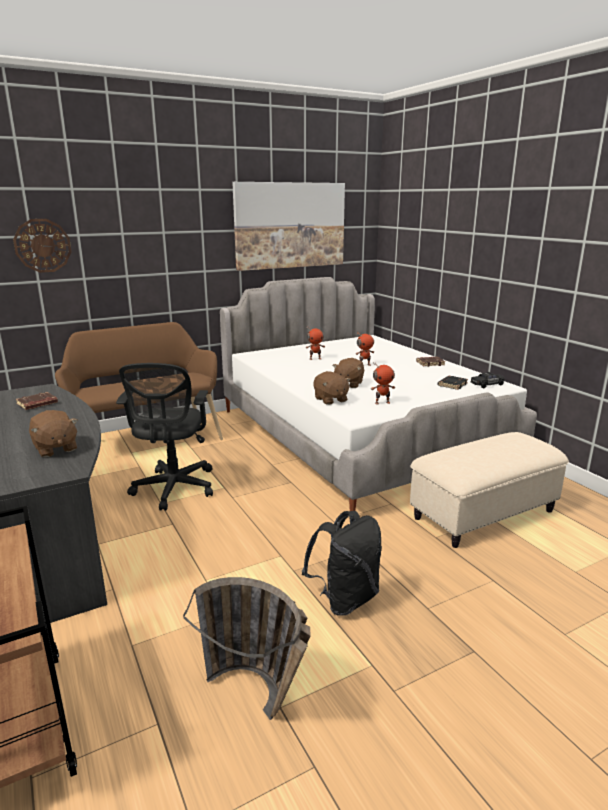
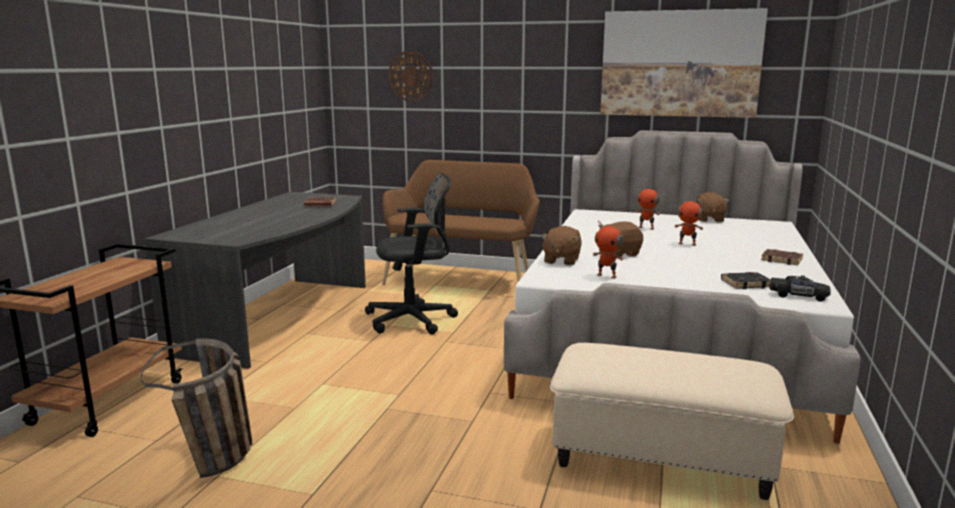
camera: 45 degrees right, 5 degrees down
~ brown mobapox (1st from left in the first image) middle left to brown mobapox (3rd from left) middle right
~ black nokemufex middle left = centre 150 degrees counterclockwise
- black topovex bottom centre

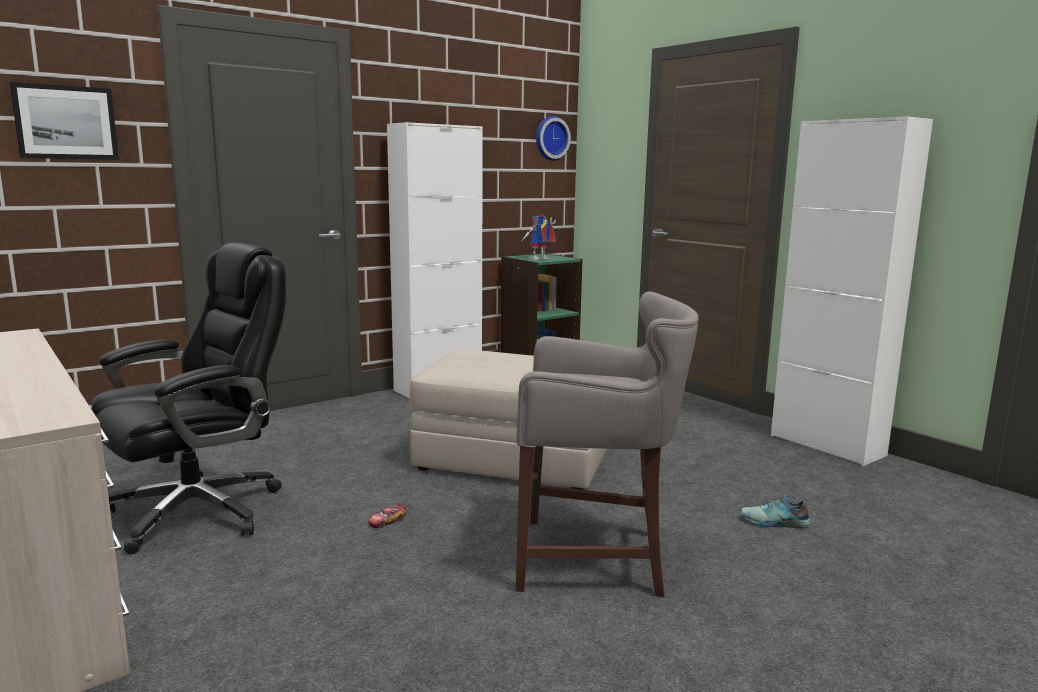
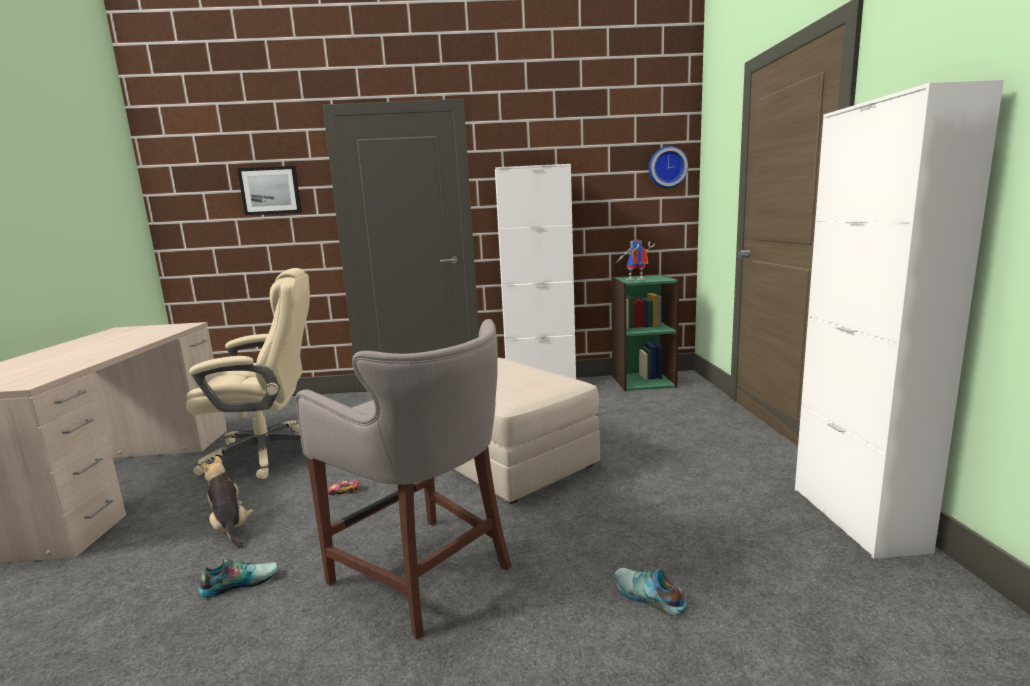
camera: 35 degrees right, 0 degrees up
~ black nokemufex middle left to beige nokemufex middle left
+ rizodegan (1st from left) bottom left
+ mobapox bottom left

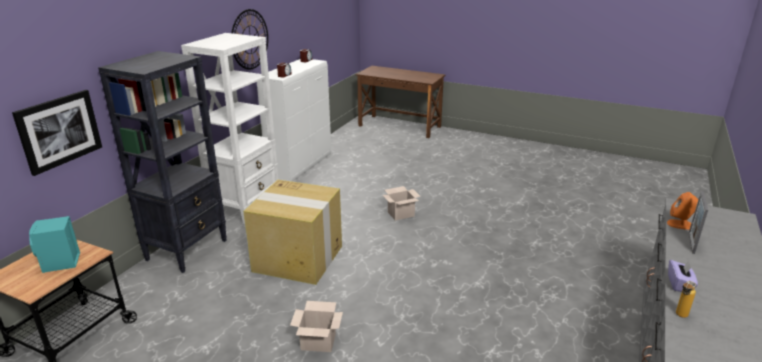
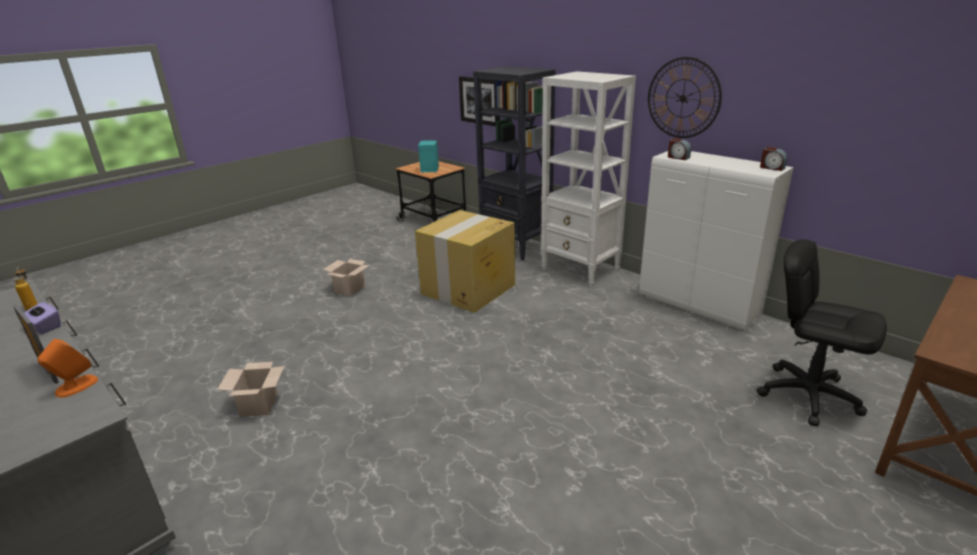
camera: 110 degrees right, 0 degrees up
~ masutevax (3rd from left in the first image) centre to masutevax (1st from left) bottom left
+ black nokemufex middle right

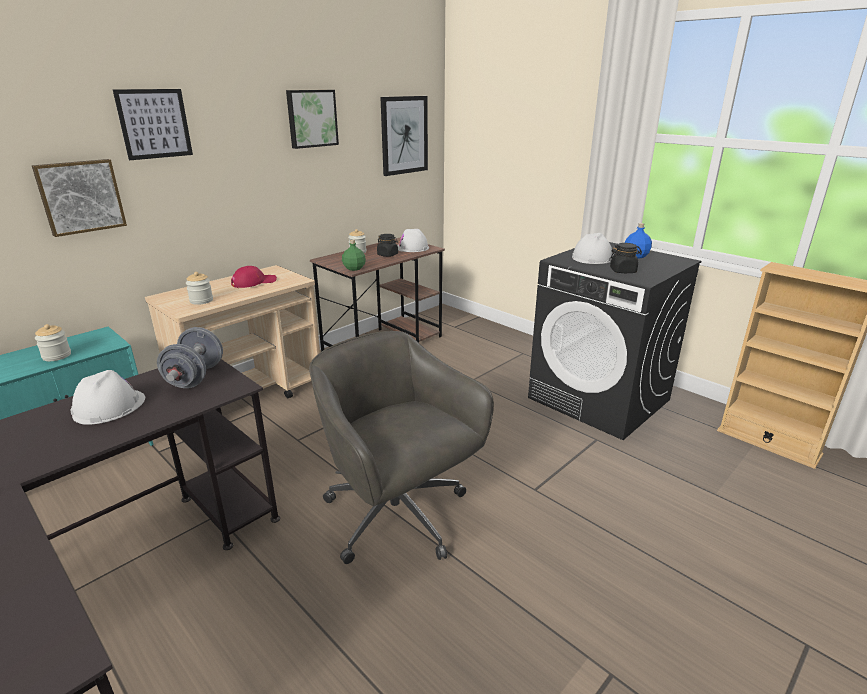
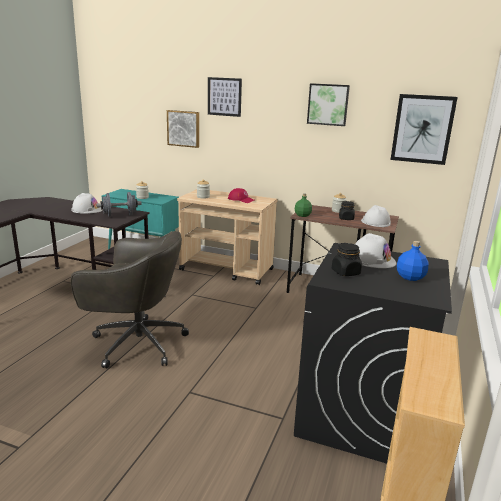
camera: 65 degrees right, 5 degrees down
~ grey nokemufex centre = middle left 75 degrees clockwise

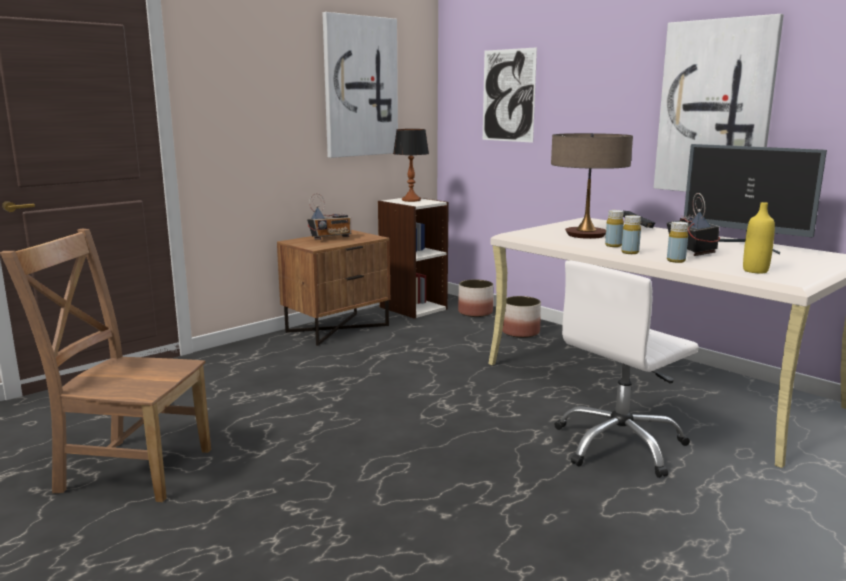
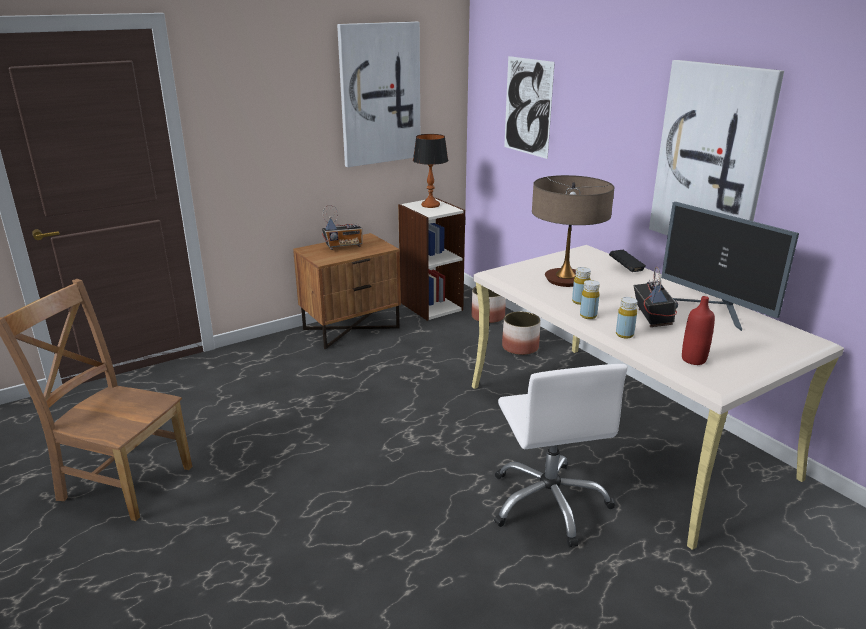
camera: 10 degrees right, 10 degrees up
~ white nokemufex middle right = bottom centre 75 degrees counterclockwise
~ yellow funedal (4th from left) middle right to red funedal middle right

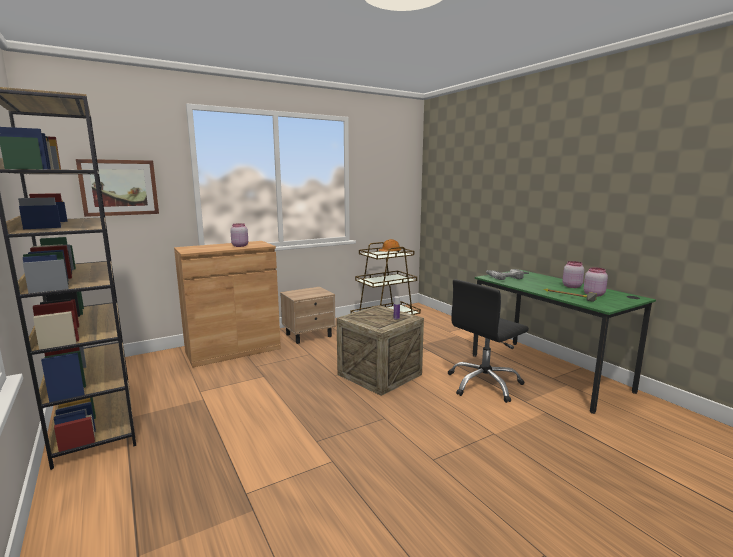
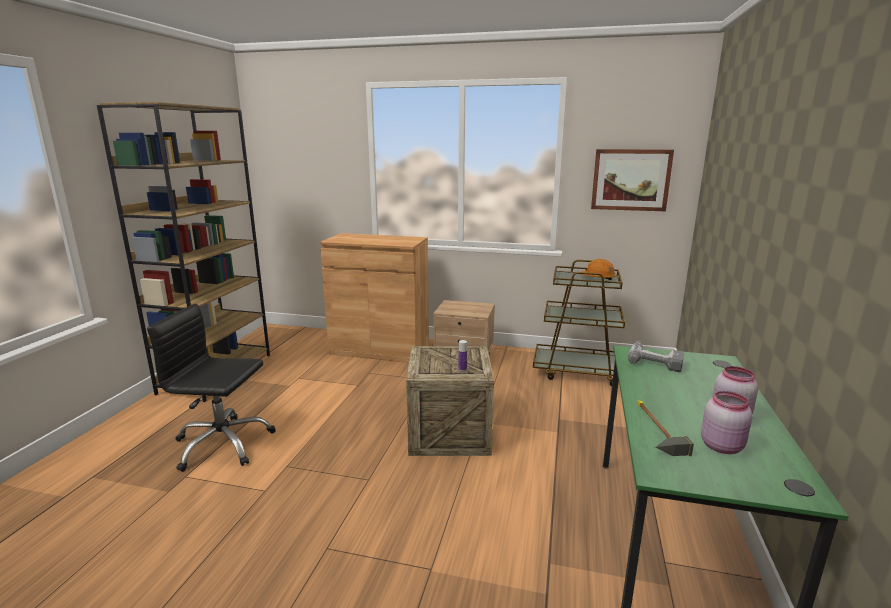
camera: 45 degrees right, 5 degrees up
~ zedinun middle left to top right
- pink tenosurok (1st from left) middle left
~ black nokemufex centre to middle left

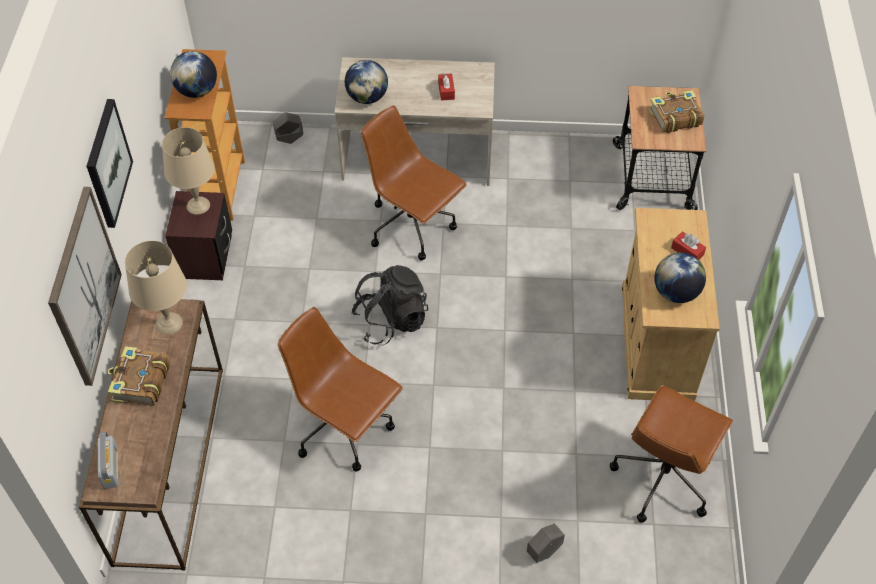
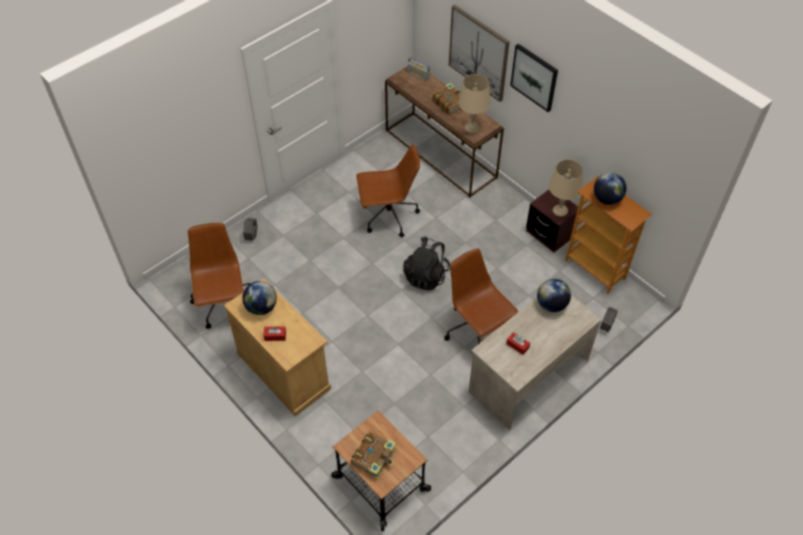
camera: 135 degrees right, 0 degrees up
~ brown nokemufex (2nd from left in the first image) top centre = centre 120 degrees counterclockwise

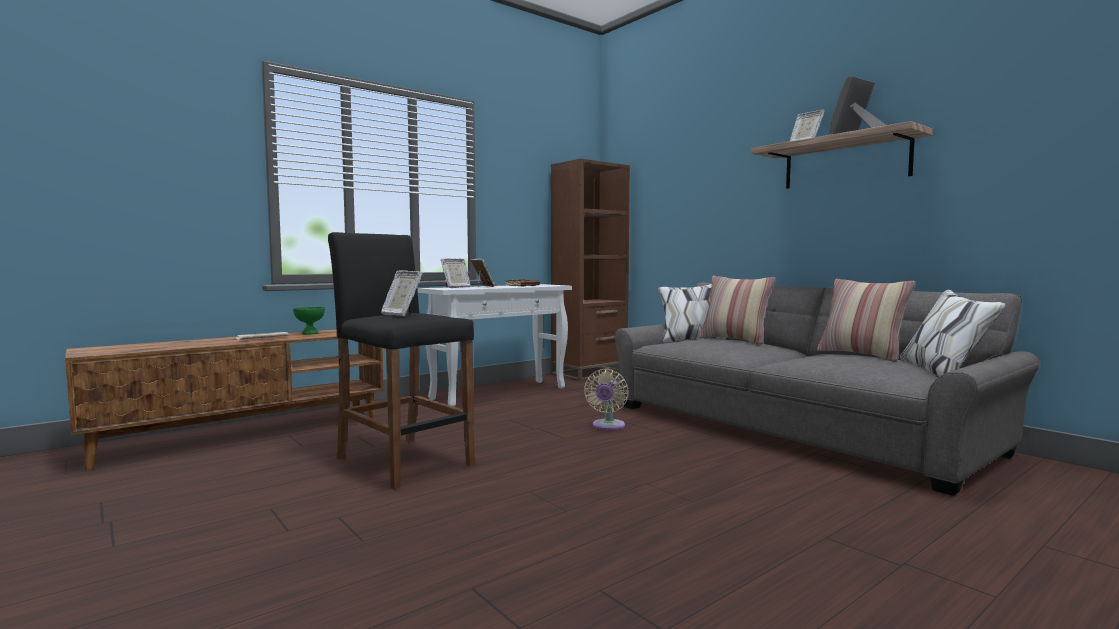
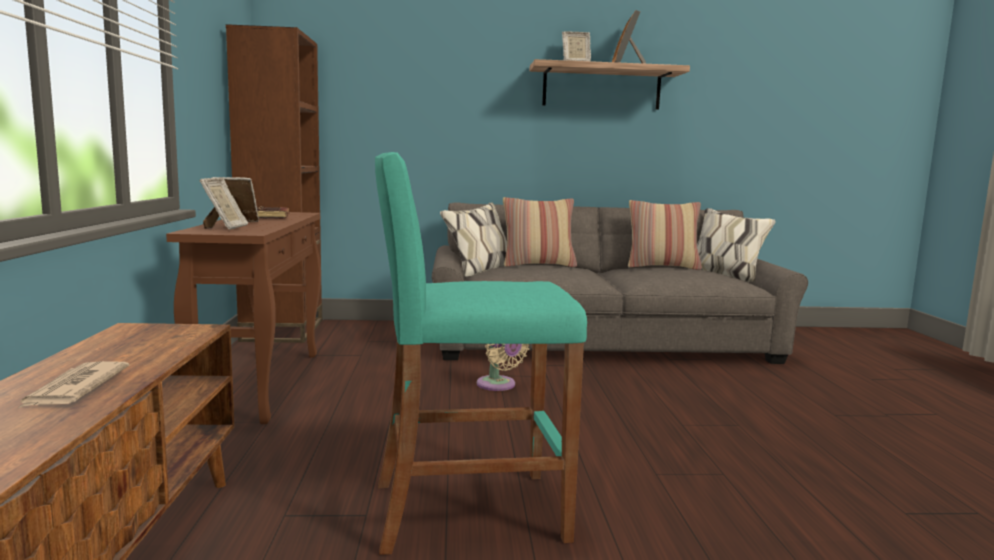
camera: 55 degrees left, 5 degrees up
- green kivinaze middle left
~ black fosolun centre to turquoise fosolun centre
- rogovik (1st from left) centre
~ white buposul centre to brown buposul middle left

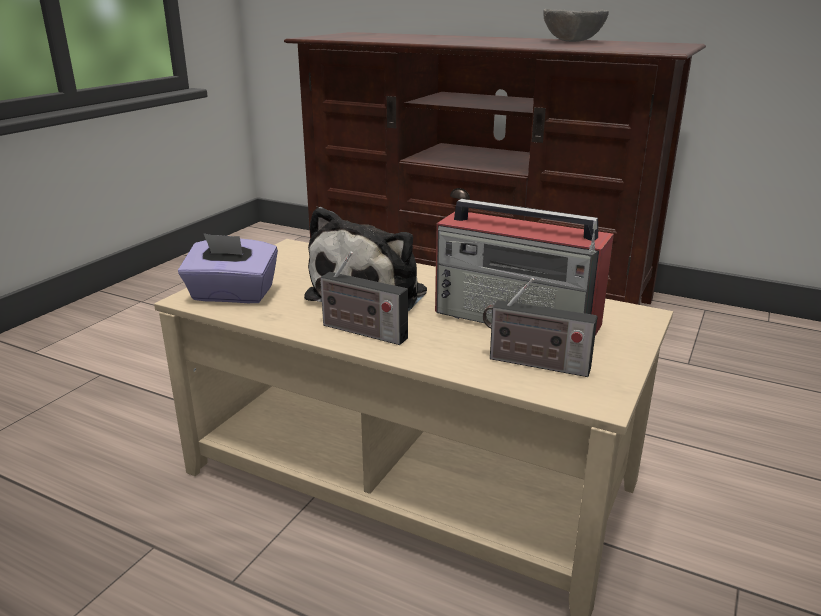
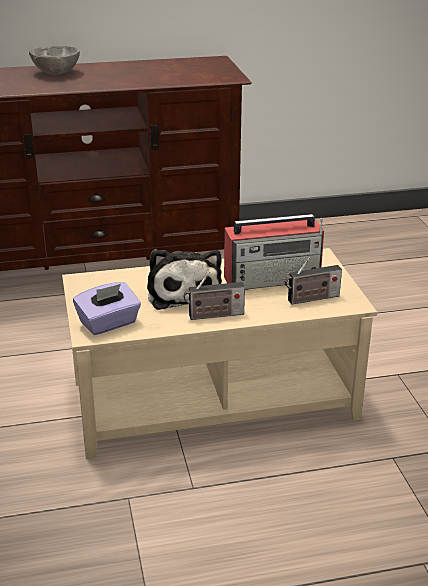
camera: 40 degrees left, 5 degrees up
~ grey kivinaze top right to top left

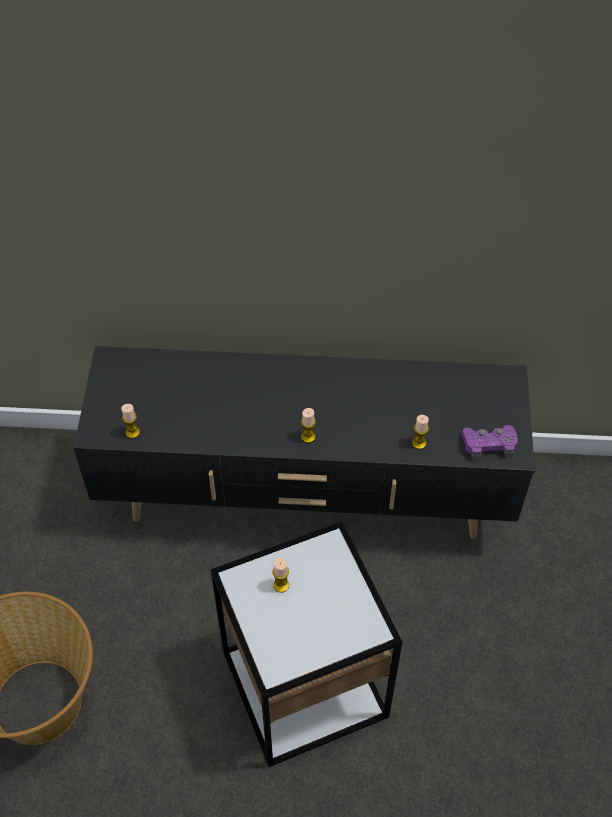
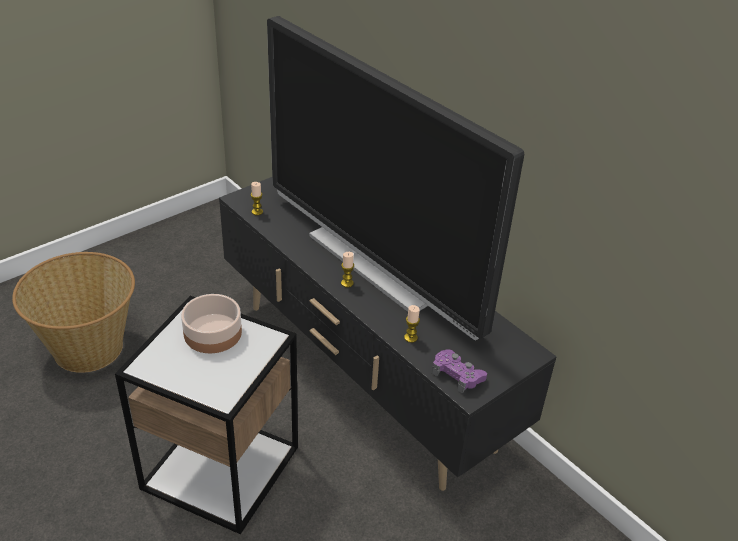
camera: 45 degrees right, 15 degrees down
~ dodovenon (2nd from left) bottom centre to kivinaze middle left
+ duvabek top centre

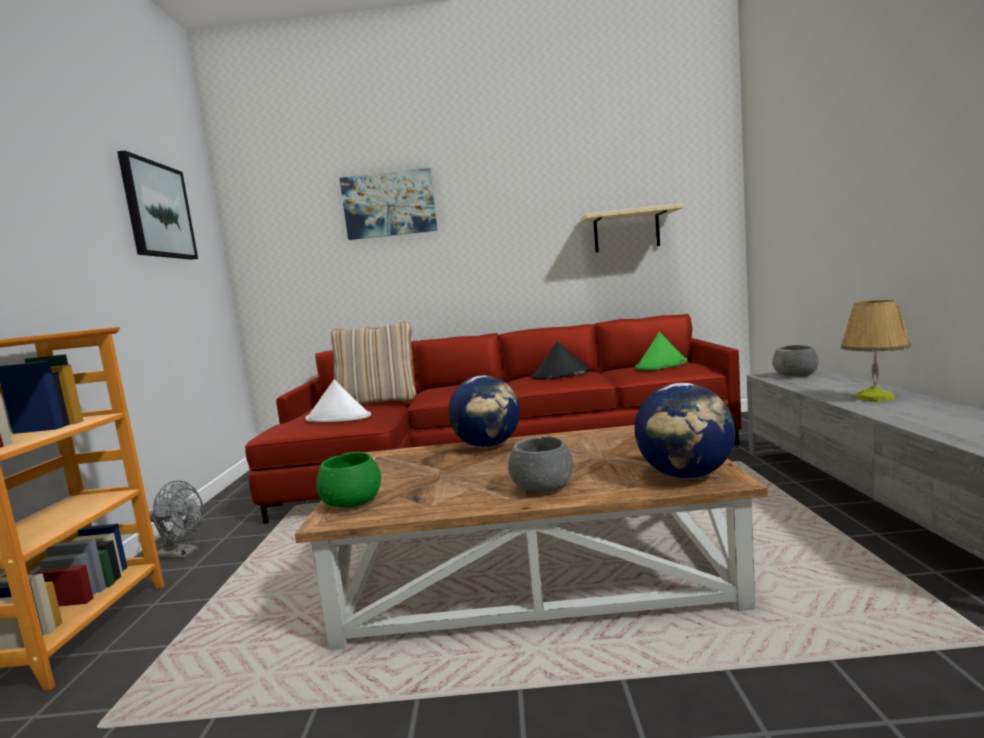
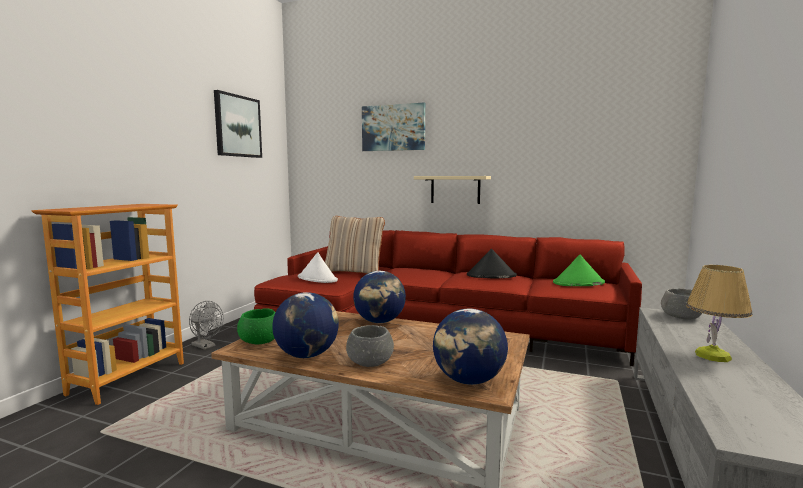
camera: 20 degrees right, 0 degrees up
~ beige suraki top centre to centre
+ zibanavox (1st from left) centre

